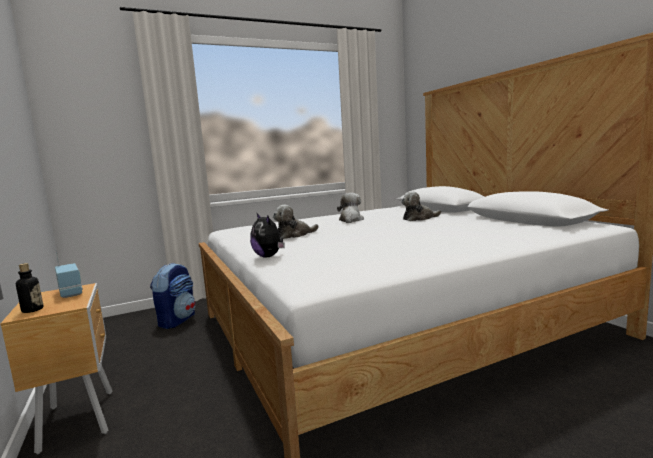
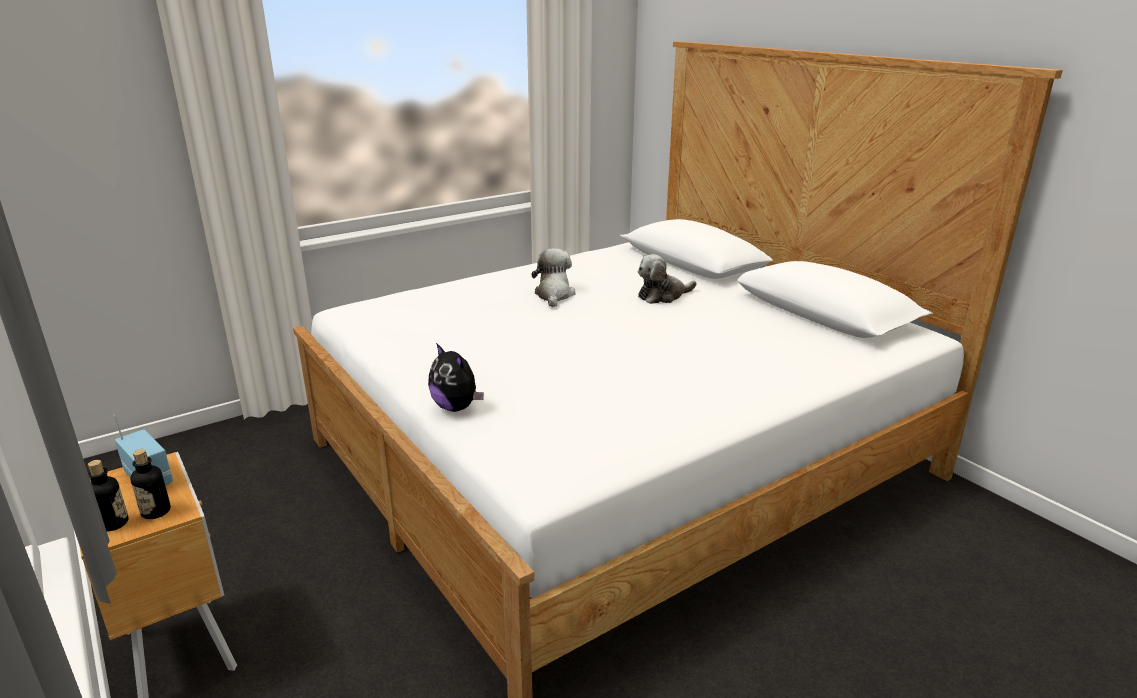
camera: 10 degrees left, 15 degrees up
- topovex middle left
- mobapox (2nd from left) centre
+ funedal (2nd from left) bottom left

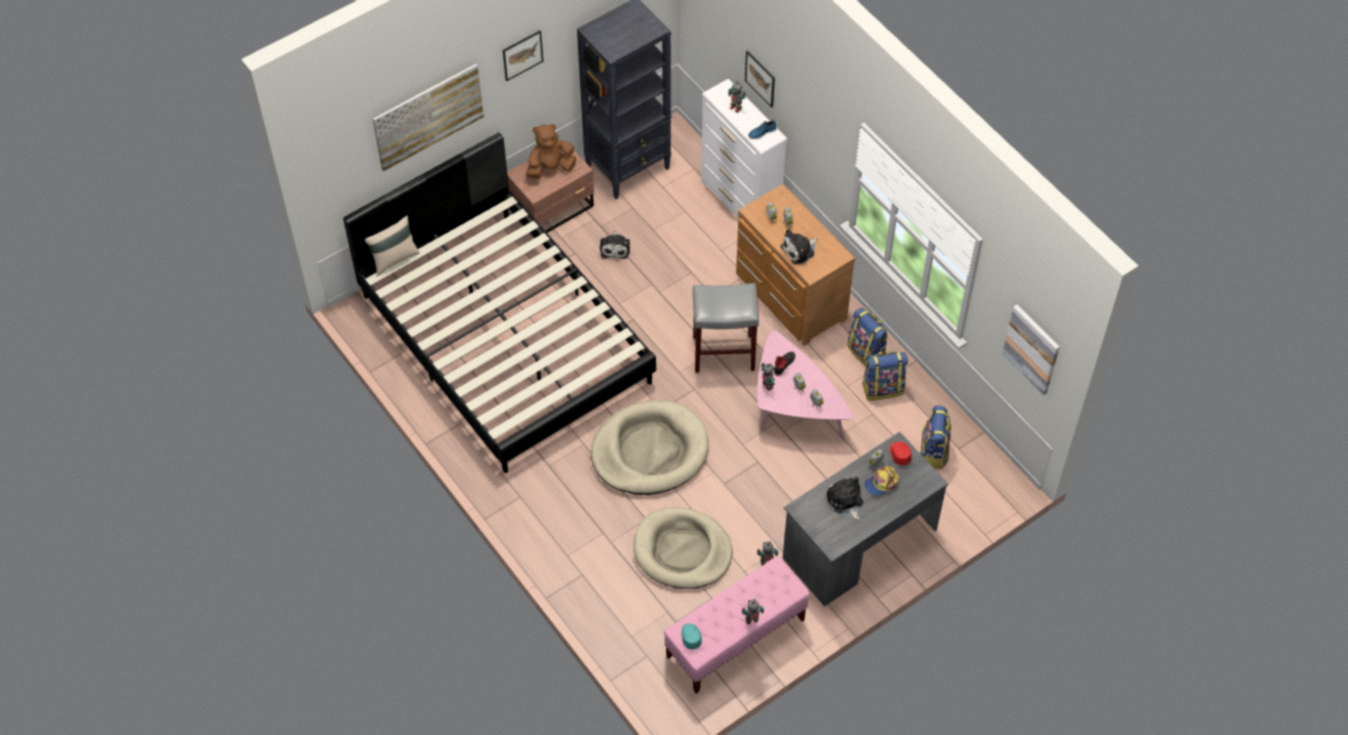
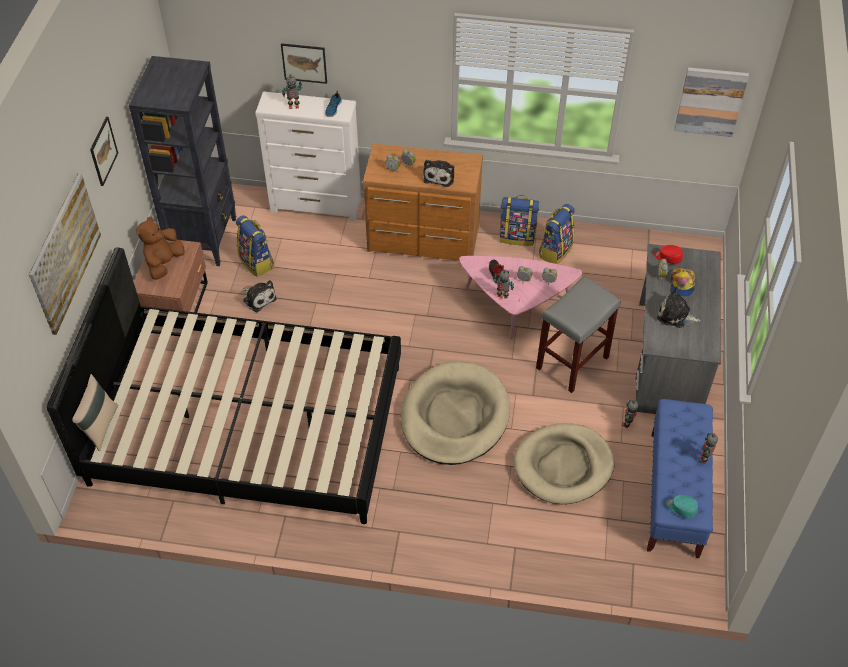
camera: 45 degrees left, 5 degrees down
~ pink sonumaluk bottom centre to blue sonumaluk bottom right
~ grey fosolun centre to middle right
~ topovex (3rd from left in the first image) middle right to topovex (1st from left) middle left

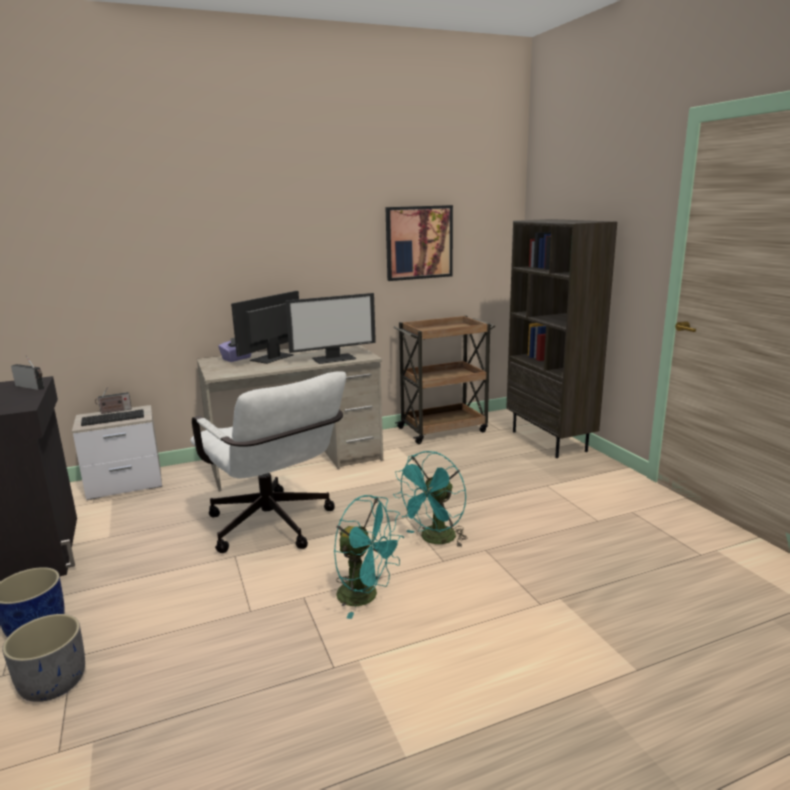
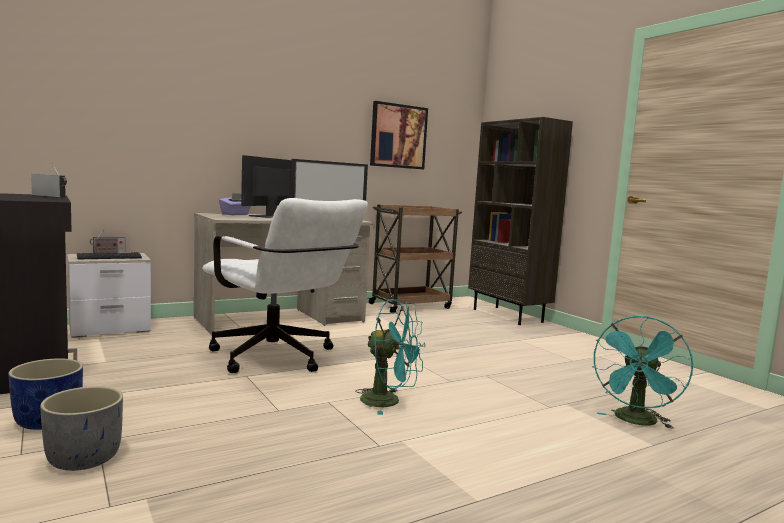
camera: 10 degrees left, 10 degrees down
~ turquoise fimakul (2nd from left) centre to bottom right

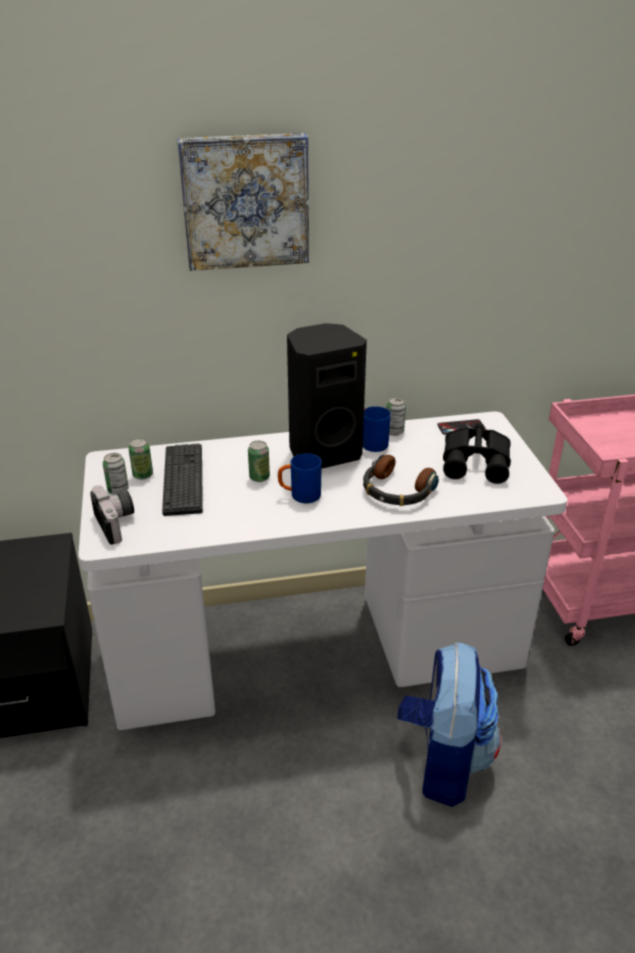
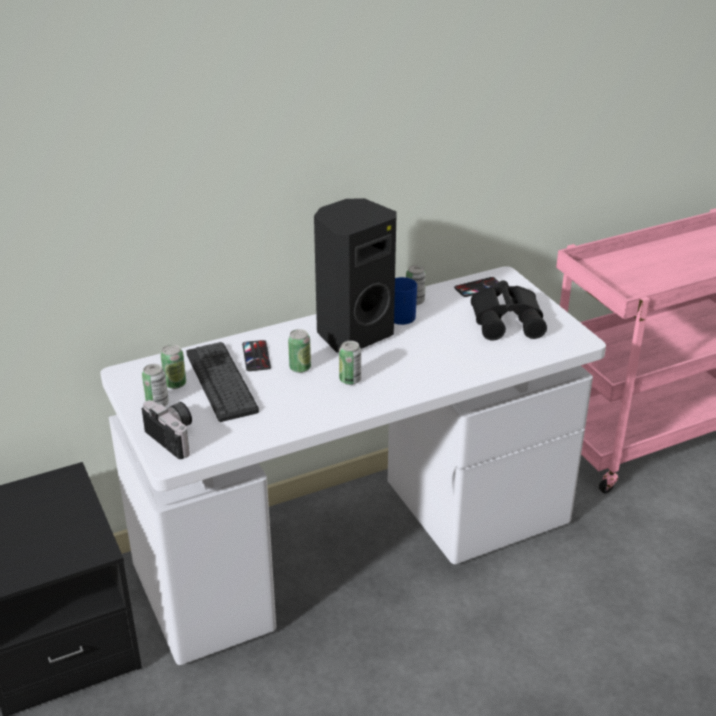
camera: 15 degrees left, 0 degrees up
- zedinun top centre
~ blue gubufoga (1st from left) centre to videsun (4th from left) centre
- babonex centre
- topovex bottom right
+ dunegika (1st from left) centre

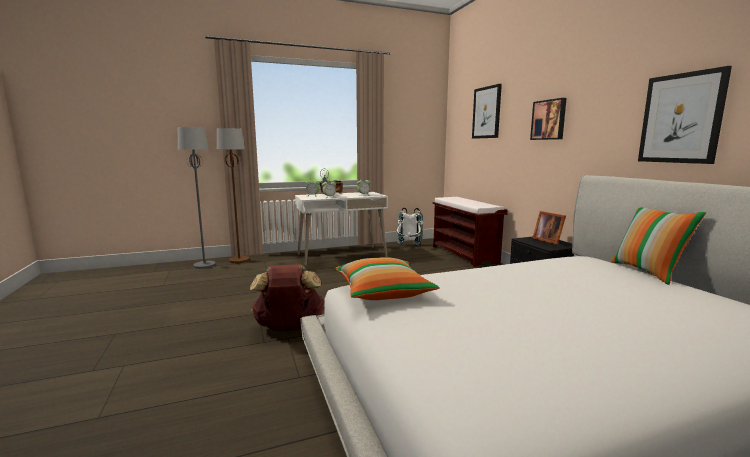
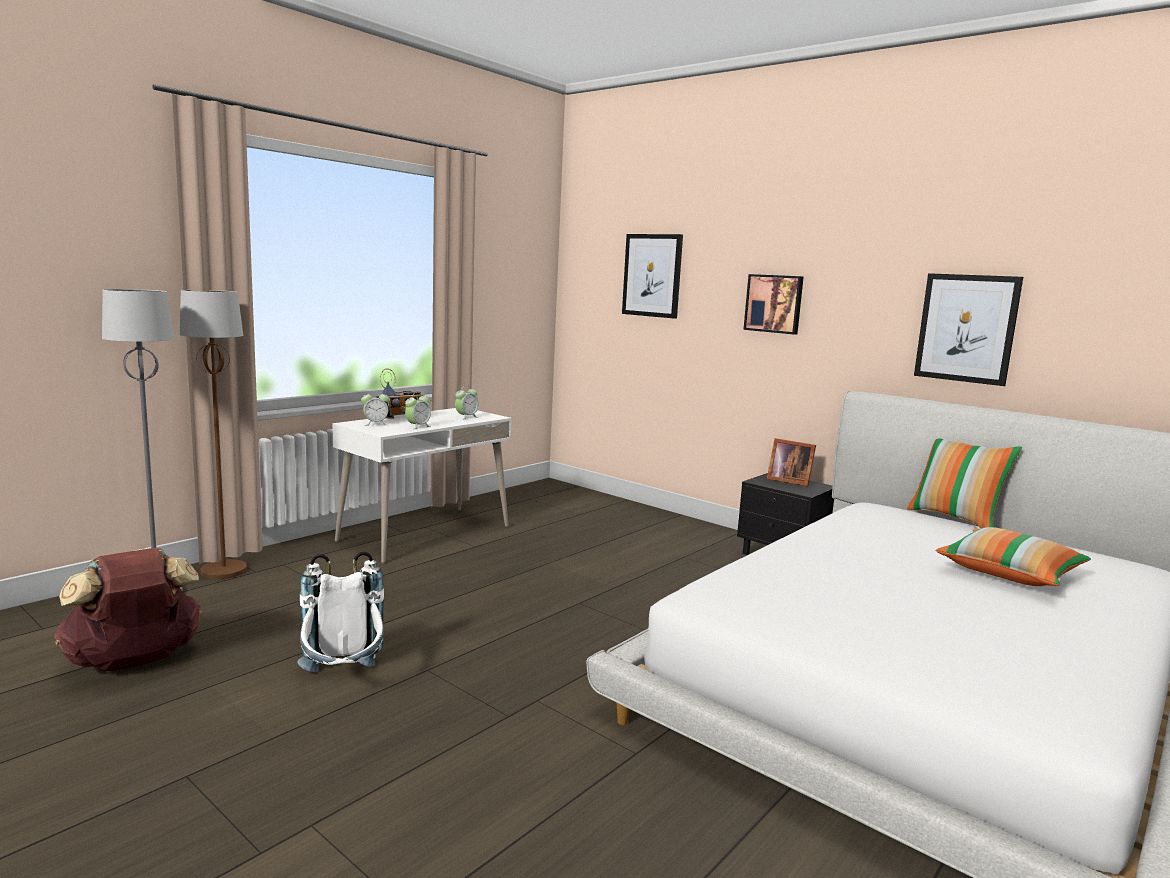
camera: 30 degrees left, 0 degrees up
~ brown topovex centre to bottom left
~ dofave (1st from left in the first image) centre to dofave (2nd from left) middle right
~ white topovex centre to bottom left
- brown sonumaluk centre

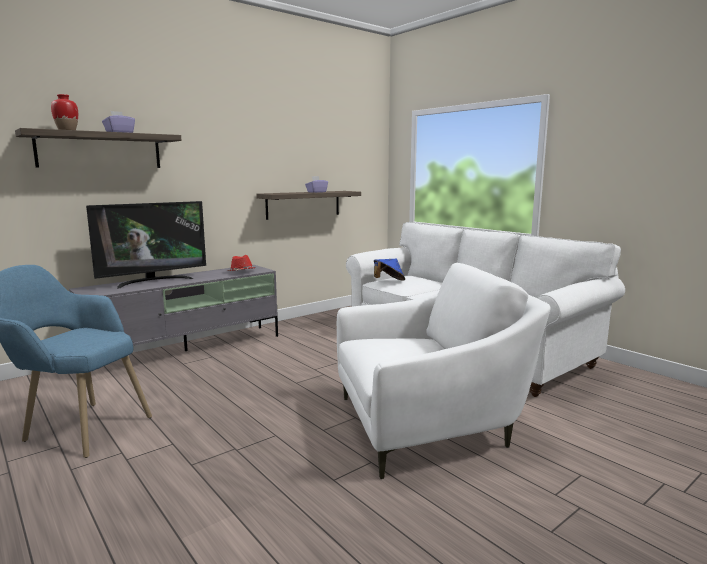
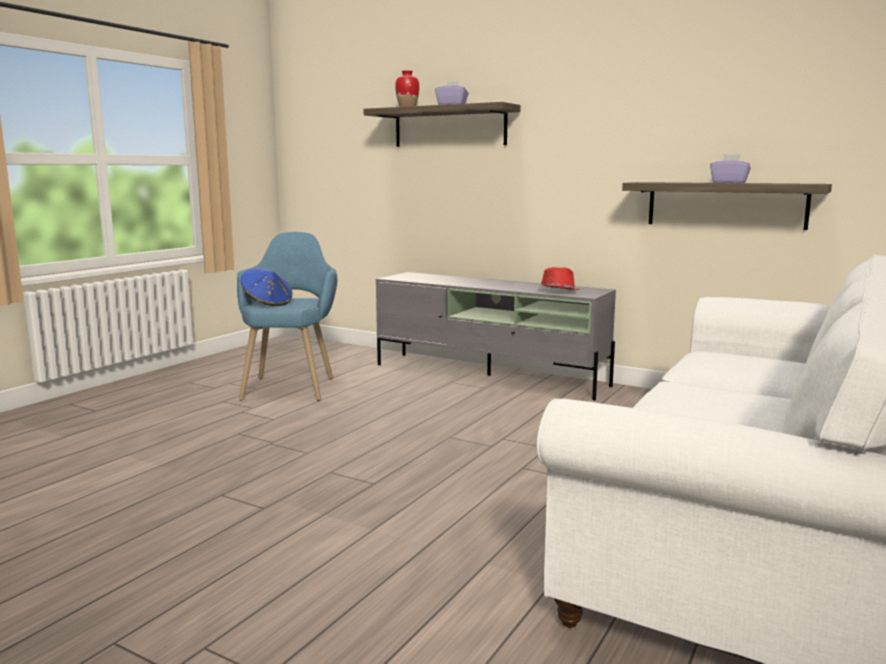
camera: 70 degrees right, 0 degrees up
- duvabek middle left
- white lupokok centre
~ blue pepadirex centre to middle left

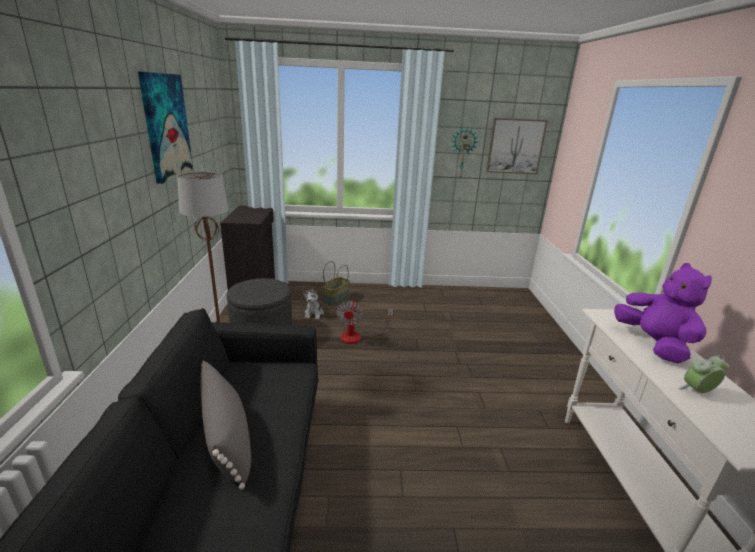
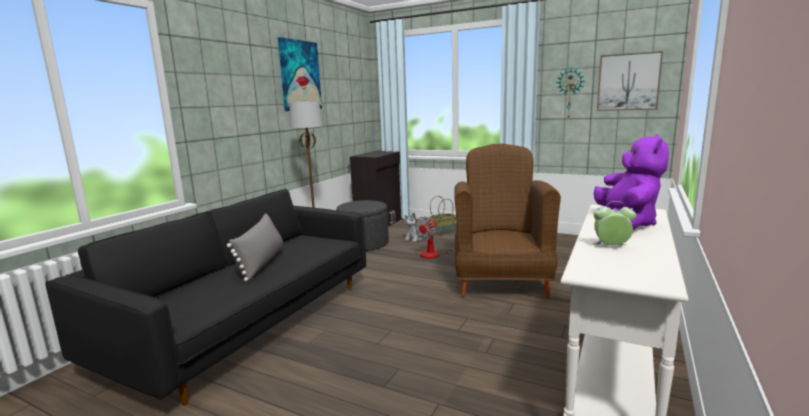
camera: 30 degrees right, 10 degrees down
+ brown lupokok centre

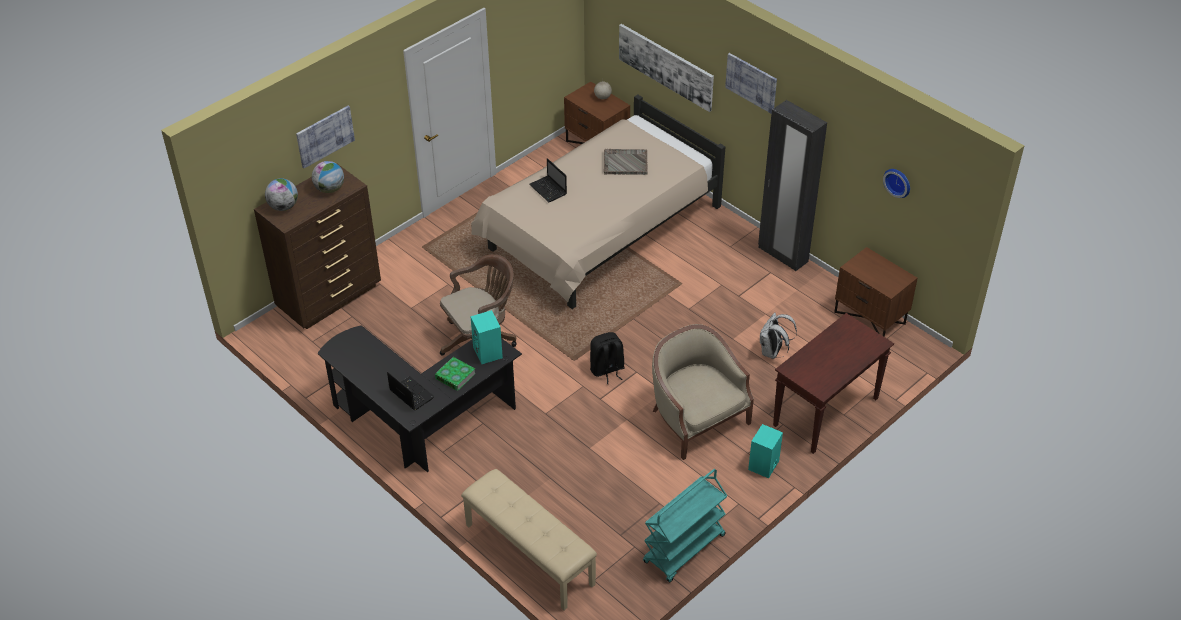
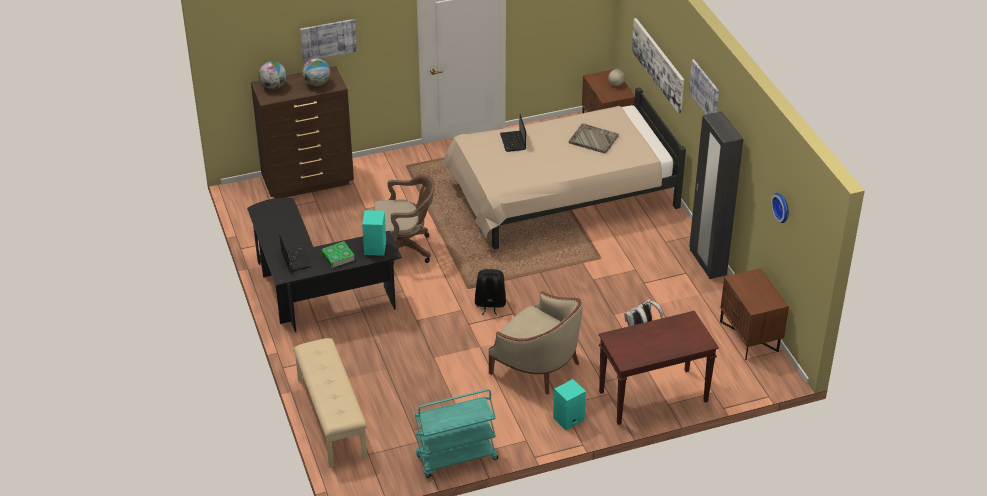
camera: 25 degrees right, 5 degrees down
~ beige lupokok centre = bottom centre 135 degrees clockwise

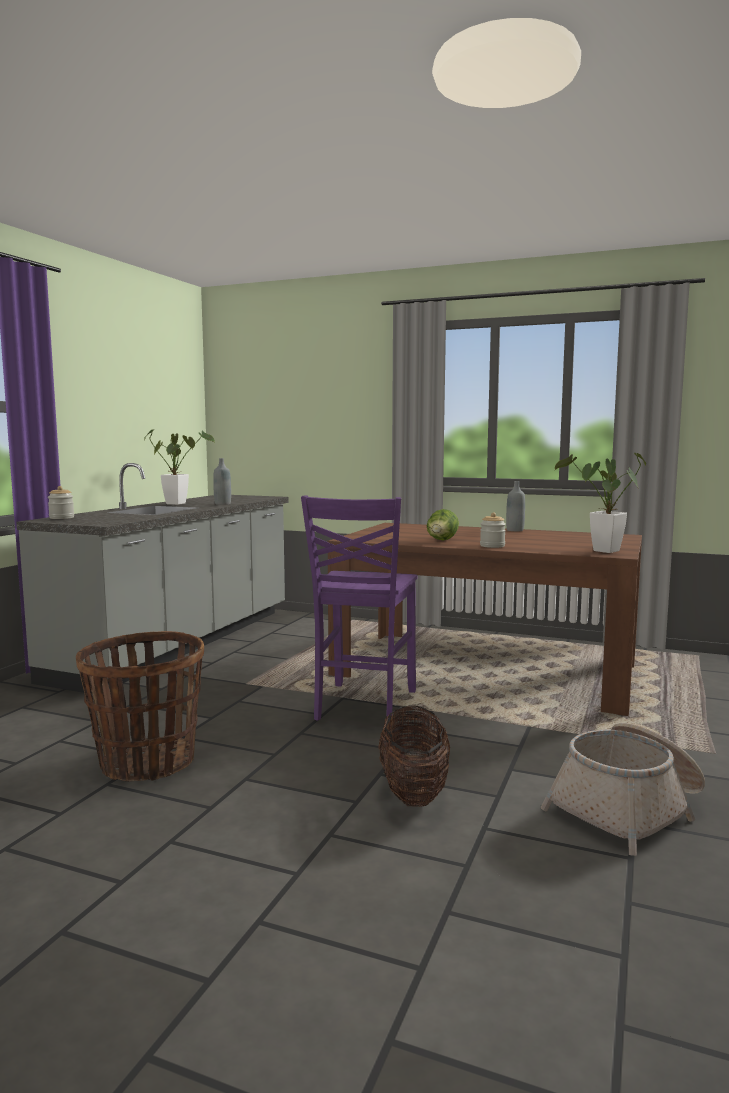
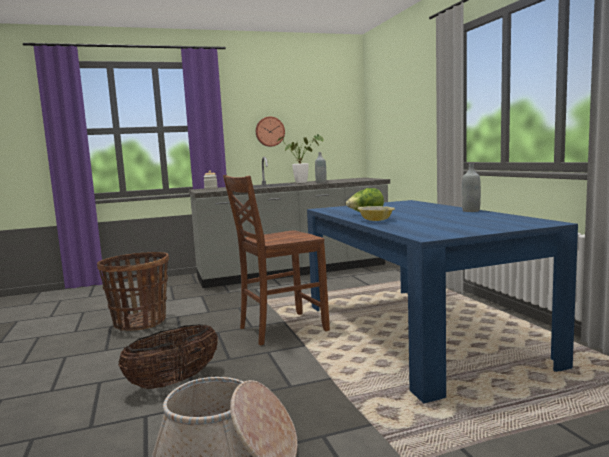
camera: 50 degrees right, 0 degrees up
~ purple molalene centre to brown molalene centre
~ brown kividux centre to blue kividux middle right
~ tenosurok (2nd from left) middle right to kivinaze centre
- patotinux (2nd from left) middle right
+ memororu top centre

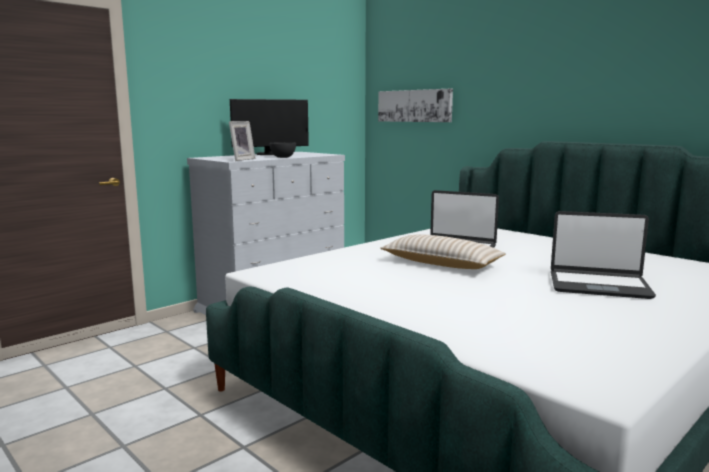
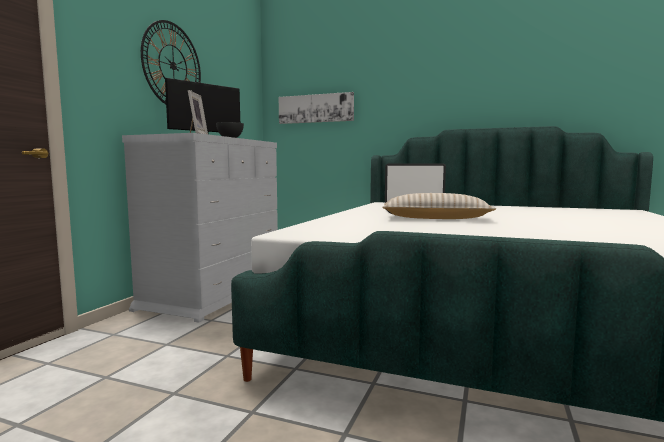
camera: 25 degrees left, 5 degrees down
- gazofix (2nd from left) middle right
+ memororu top left

